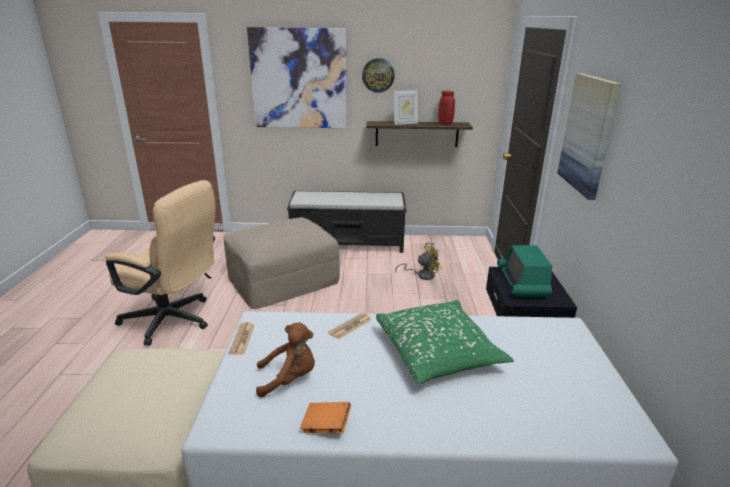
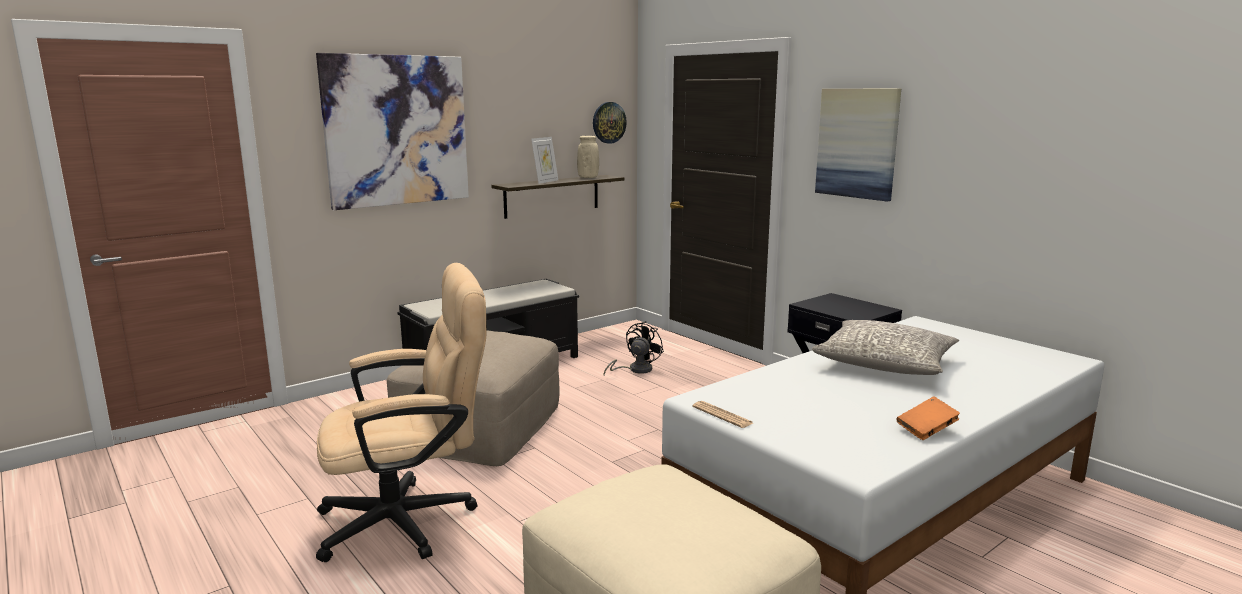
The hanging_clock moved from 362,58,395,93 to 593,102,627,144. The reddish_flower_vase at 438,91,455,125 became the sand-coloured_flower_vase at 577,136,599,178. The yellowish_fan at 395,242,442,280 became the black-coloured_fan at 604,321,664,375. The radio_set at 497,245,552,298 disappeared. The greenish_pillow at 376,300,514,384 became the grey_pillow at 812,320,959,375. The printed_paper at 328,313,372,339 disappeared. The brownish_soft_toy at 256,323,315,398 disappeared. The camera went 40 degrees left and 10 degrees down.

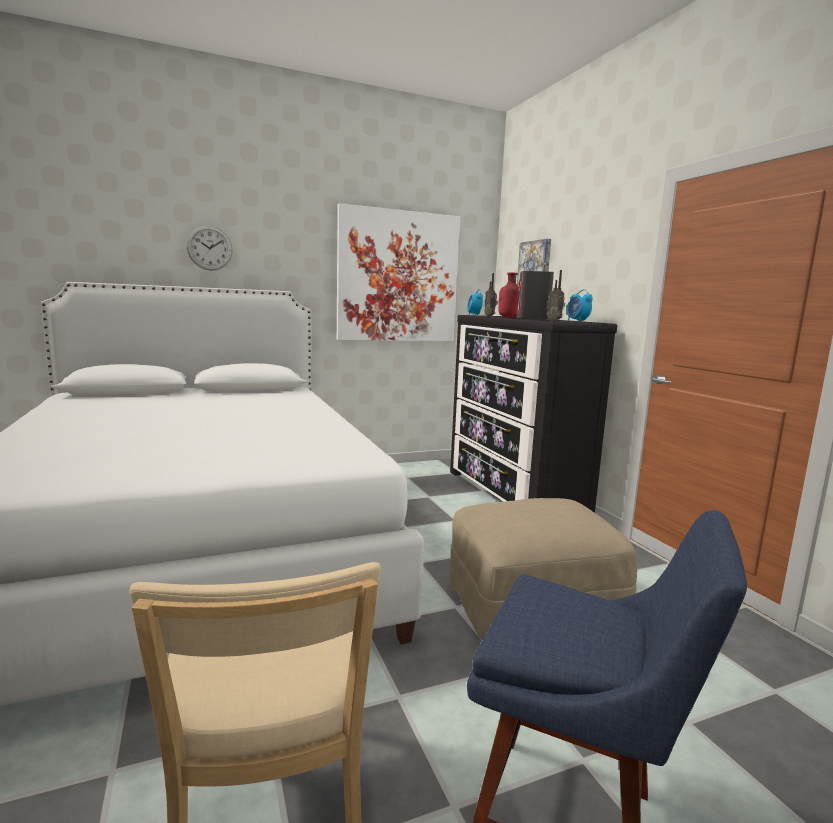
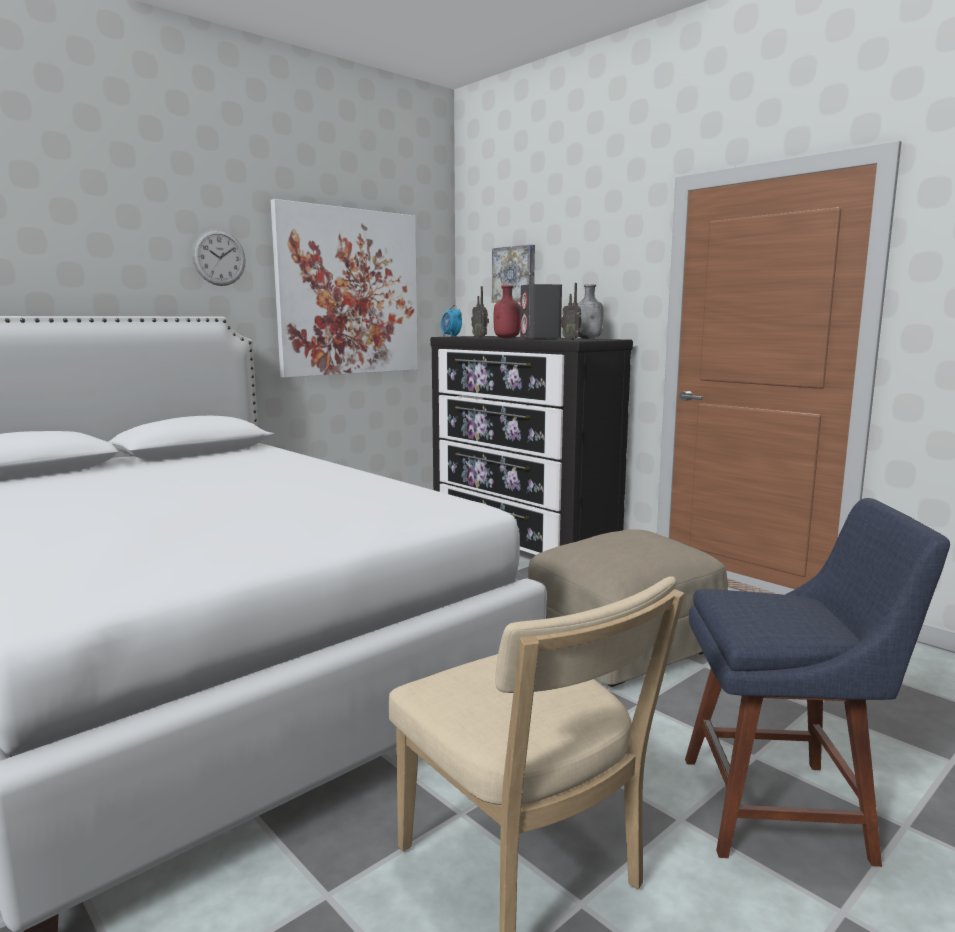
The hanging_clock moved from 187,226,233,271 to 192,229,246,286. The alarm_clock at 567,289,593,322 was replaced by the grey_drink_bottle at 577,284,603,339. The camera went 20 degrees left and 0 degrees up.

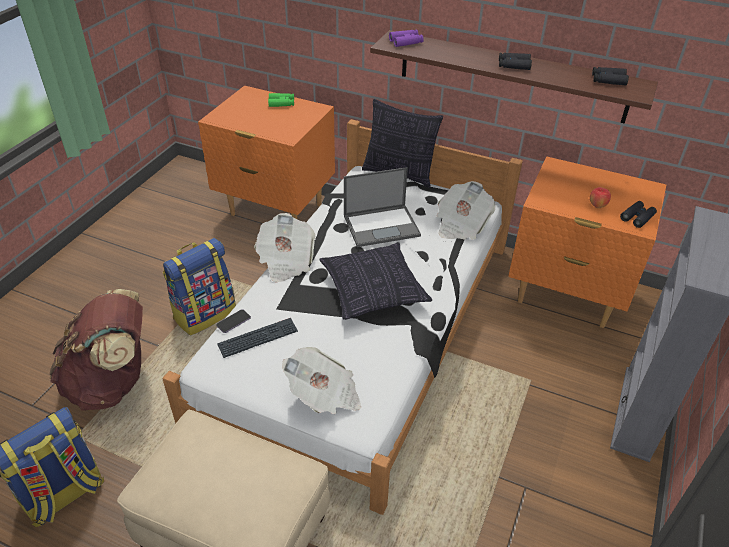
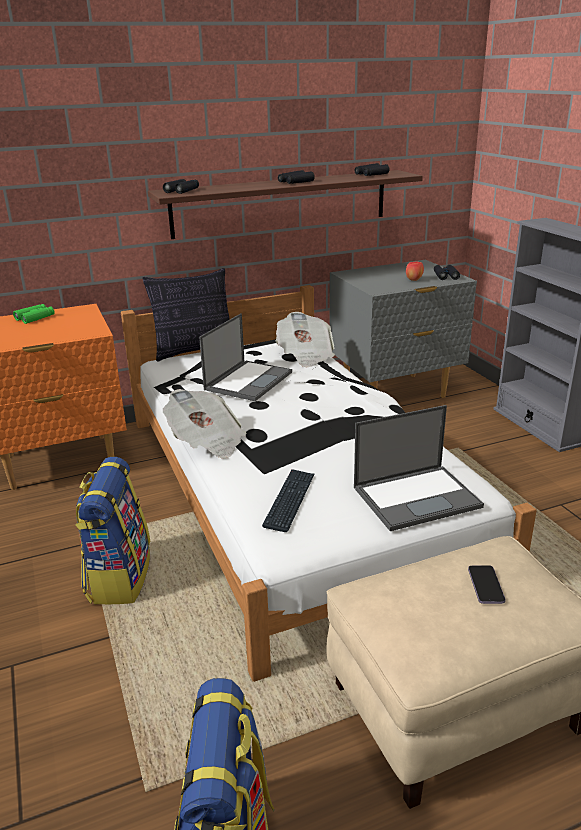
The purplish_pair_of_binoculars at 389,30,424,47 became the black-coloured_pair_of_binoculars at 163,179,199,194. The orangey_night_table at 508,156,666,328 became the grey_night_table at 329,260,477,398. The pillow at 319,242,432,320 disappeared. The brownish_rucksack at 50,289,143,411 disappeared. The phone moved from 216,309,251,333 to 468,565,506,604. The printed_paper at 282,347,361,414 was replaced by the notebook_computer at 354,405,484,531. The camera went 45 degrees left and 15 degrees down.

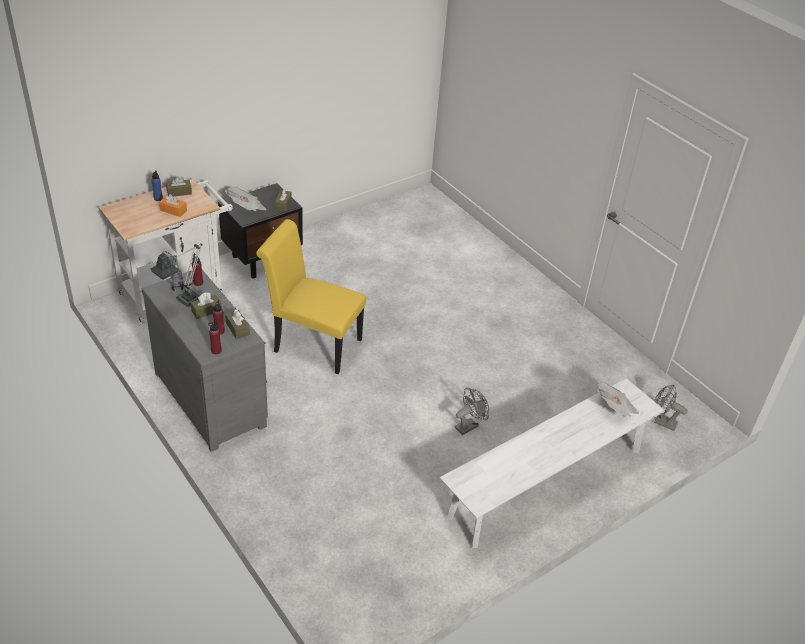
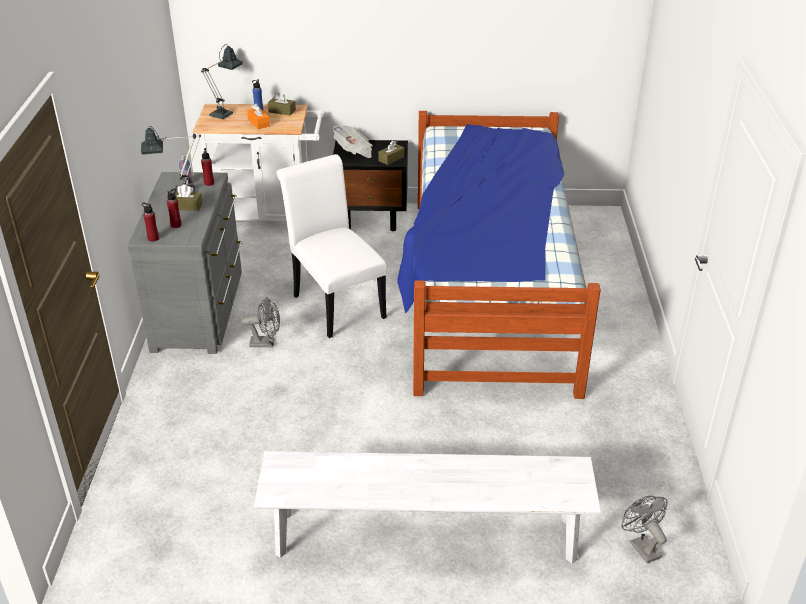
The yellowish_upright_chair at 256,219,367,374 became the white-coloured_upright_chair at 277,154,387,338. The brownish_box_of_tissues at 225,310,250,339 disappeared. The printed_paper at 597,382,639,417 disappeared. The grey_fan moved from 454,388,489,435 to 242,297,280,347. The table_lamp at 201,44,243,119 appeared. The bed at 397,111,601,399 appeared. The camera went 40 degrees right and 5 degrees down.

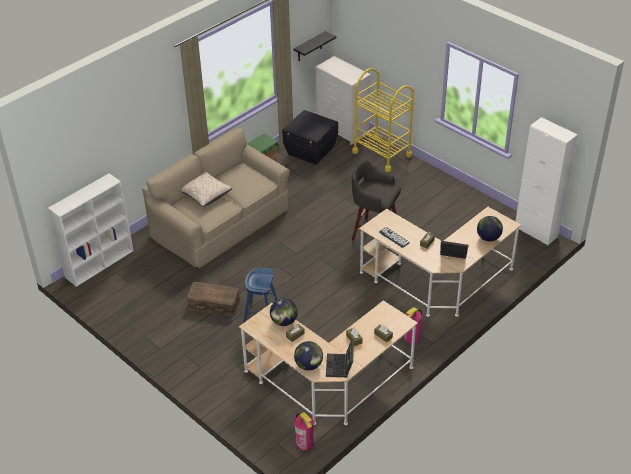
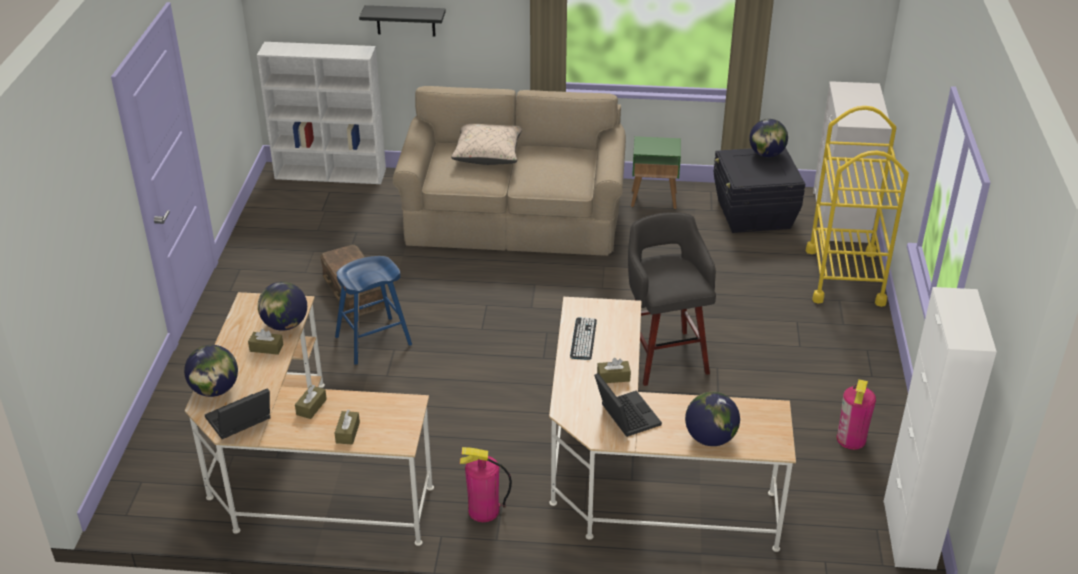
The black-coloured_shelf moved from 294,31,337,61 to 359,5,446,37. The fire-fighting_cylinder moved from 294,412,314,451 to 837,379,876,450. The desk_globe at 749,119,788,157 appeared. The camera went 50 degrees right and 5 degrees down.

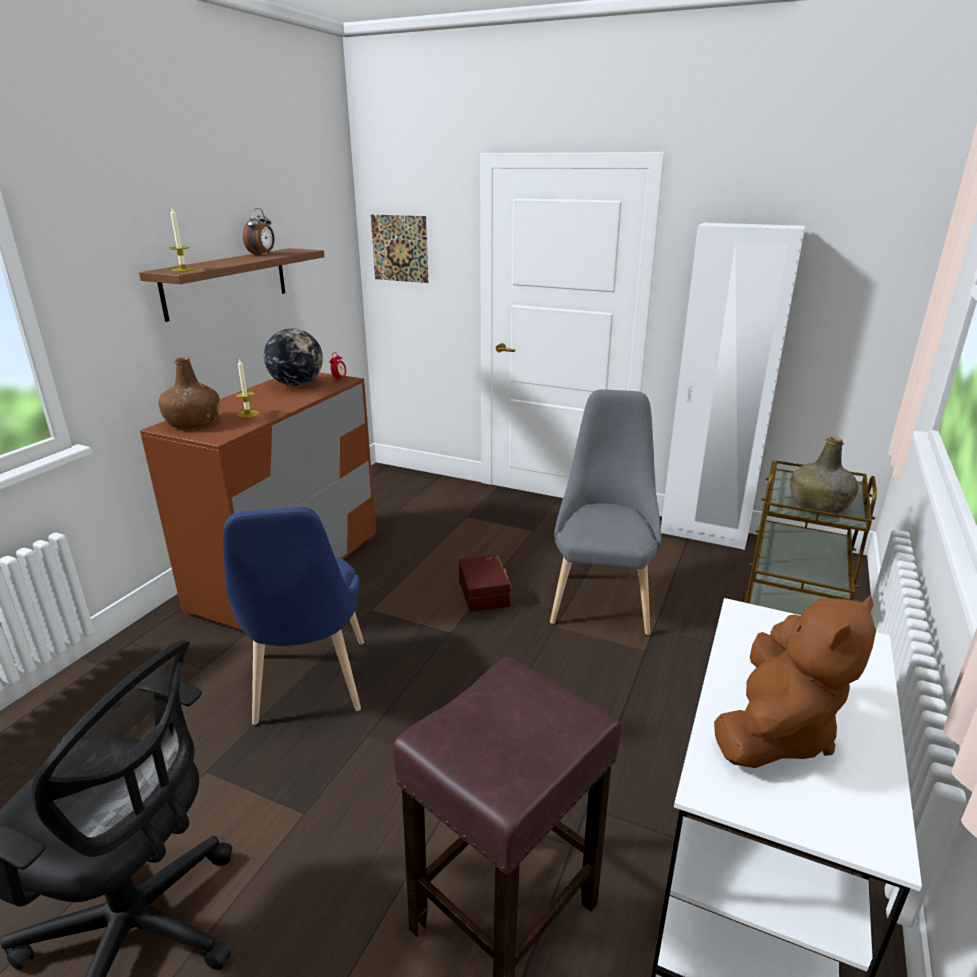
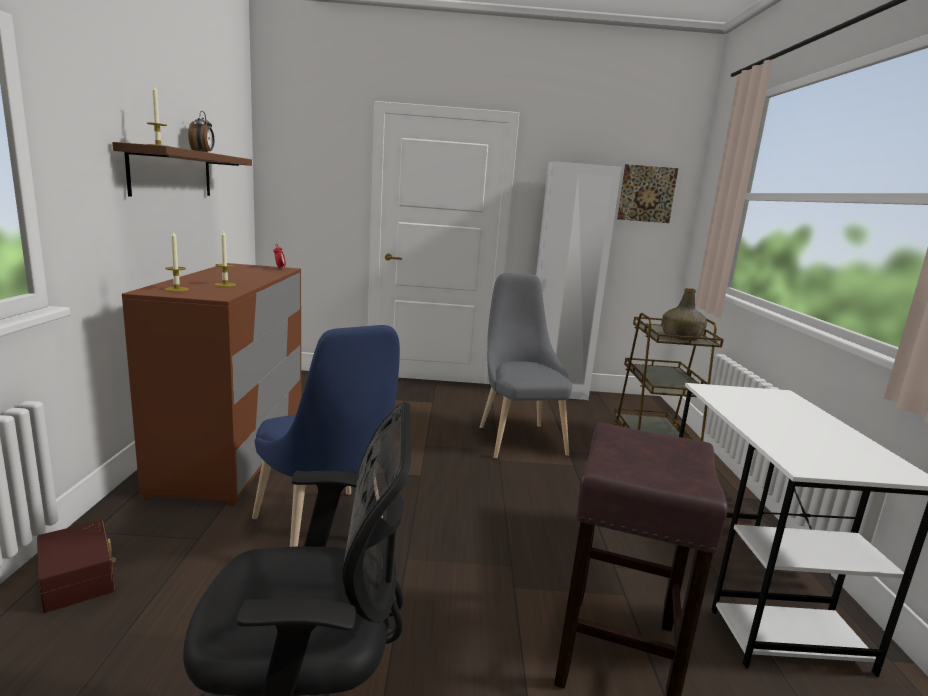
The picture moved from 371,214,428,283 to 617,164,678,223. The desk_globe at 264,328,323,386 disappeared. The brownish_drink_bottle at 158,357,220,429 was replaced by the wax_light at 165,231,189,292. The brownish_storage_box moved from 459,555,511,612 to 37,520,116,613. The brownish_soft_toy at 714,595,876,768 disappeared. The camera went 25 degrees left and 10 degrees down.

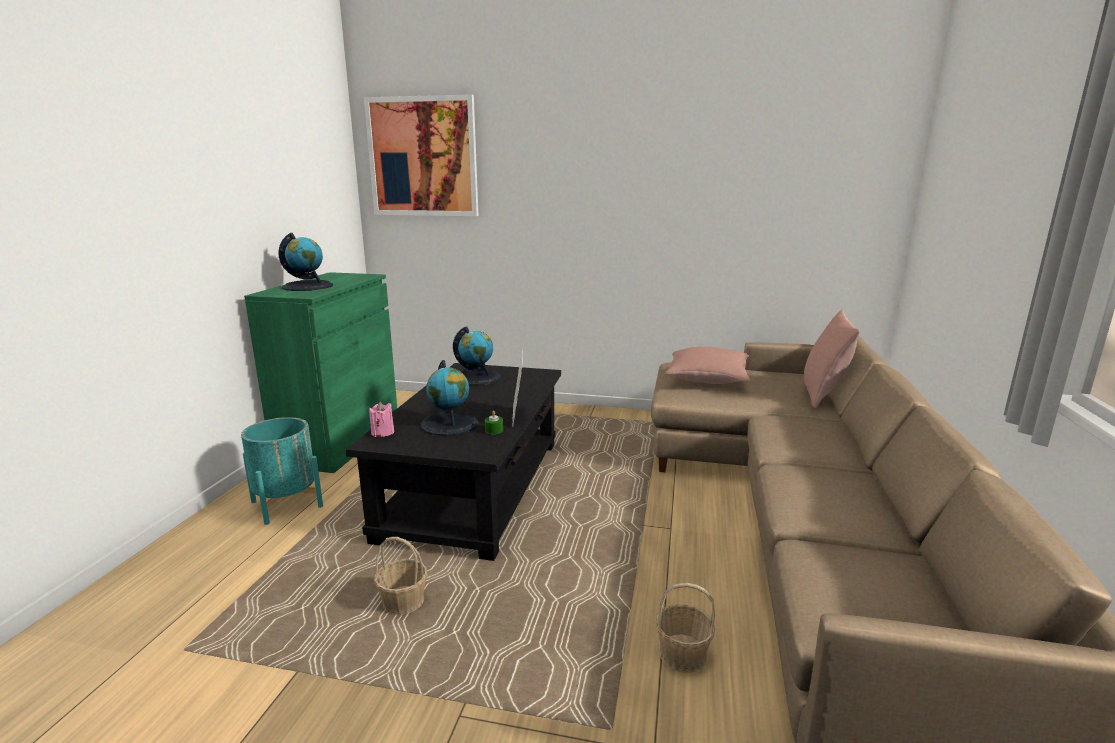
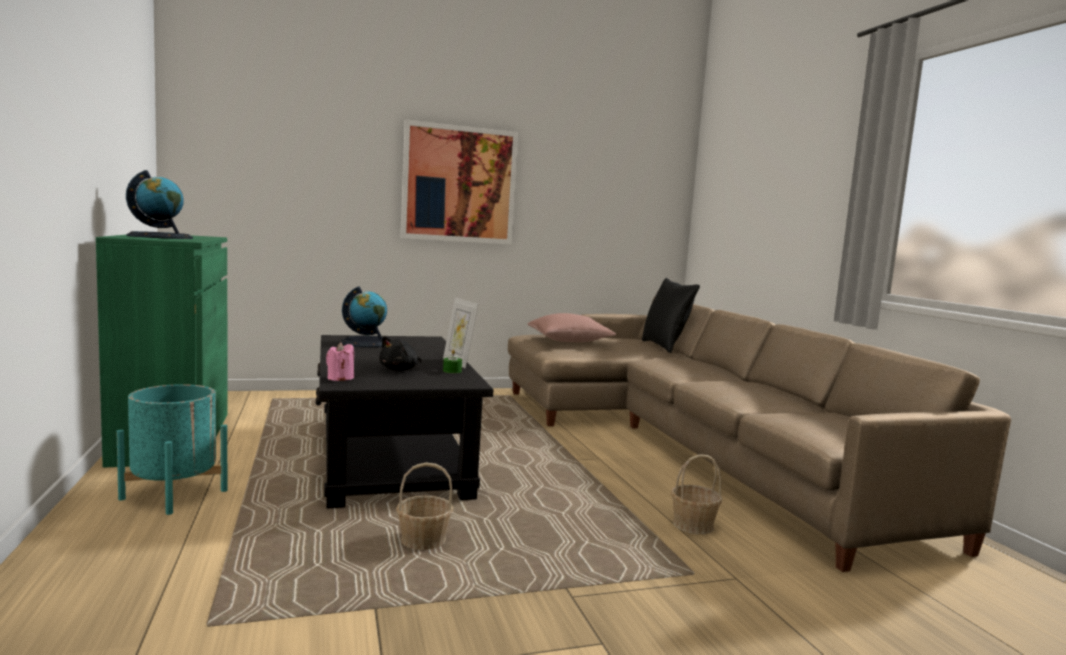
The picture moved from 364,94,479,216 to 401,120,518,244. The pink-coloured_pillow at 804,310,860,408 became the black-coloured_pillow at 642,278,700,353. The desk_globe at 421,360,479,436 was replaced by the black-coloured_soft_toy at 379,336,422,371. The camera went 30 degrees left and 10 degrees down.

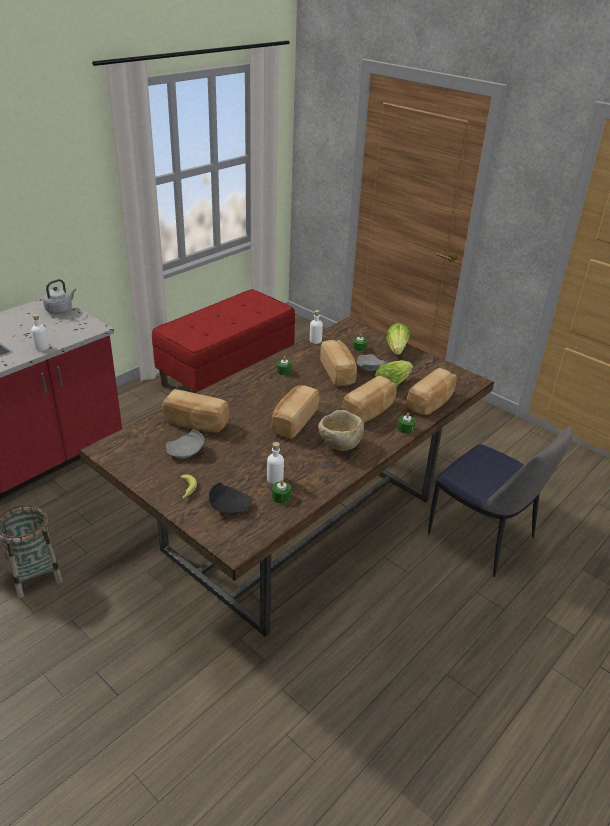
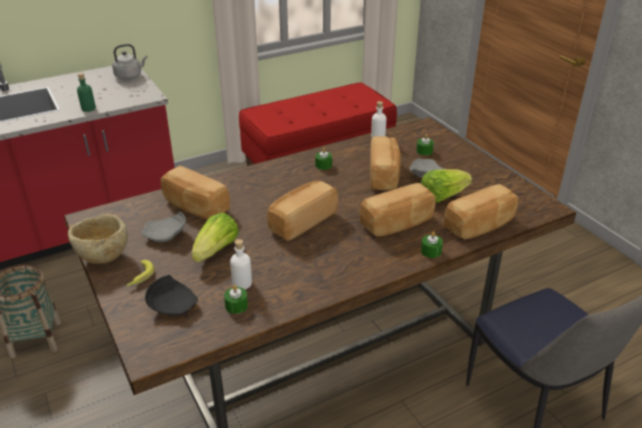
The white-coloured_drink_bottle at 31,314,49,351 became the greenish_drink_bottle at 77,73,96,112. The lettuce_head moved from 386,323,410,355 to 191,213,239,262. The sand-coloured_serving_bowl moved from 318,410,364,451 to 67,214,128,264. The camera went 20 degrees right and 0 degrees up.

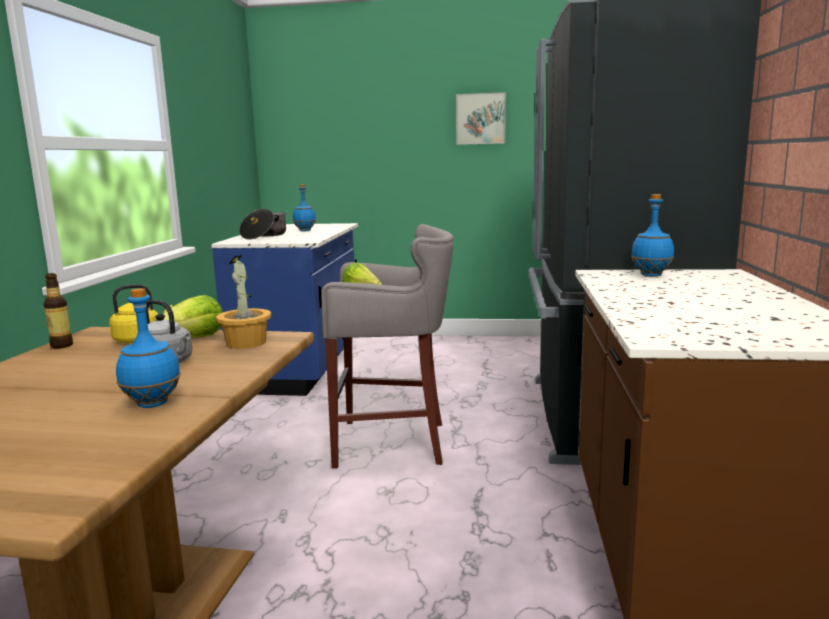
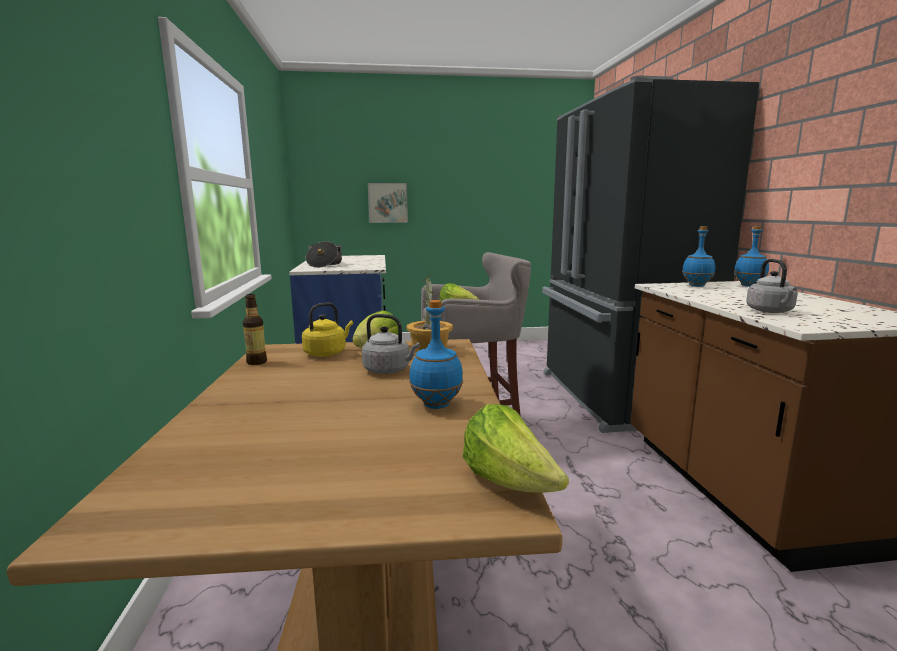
The picture moved from 456,92,506,145 to 368,183,408,223. The blue_drink_bottle moved from 293,184,316,231 to 734,226,769,287. The grey_tea_kettle at 746,259,798,313 appeared. The lettuce_head at 463,404,569,493 appeared. The camera went 15 degrees left and 0 degrees up.

